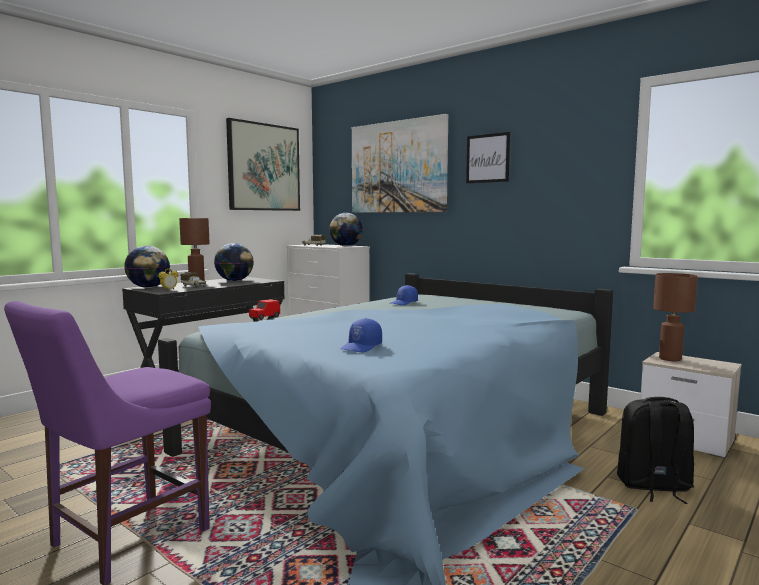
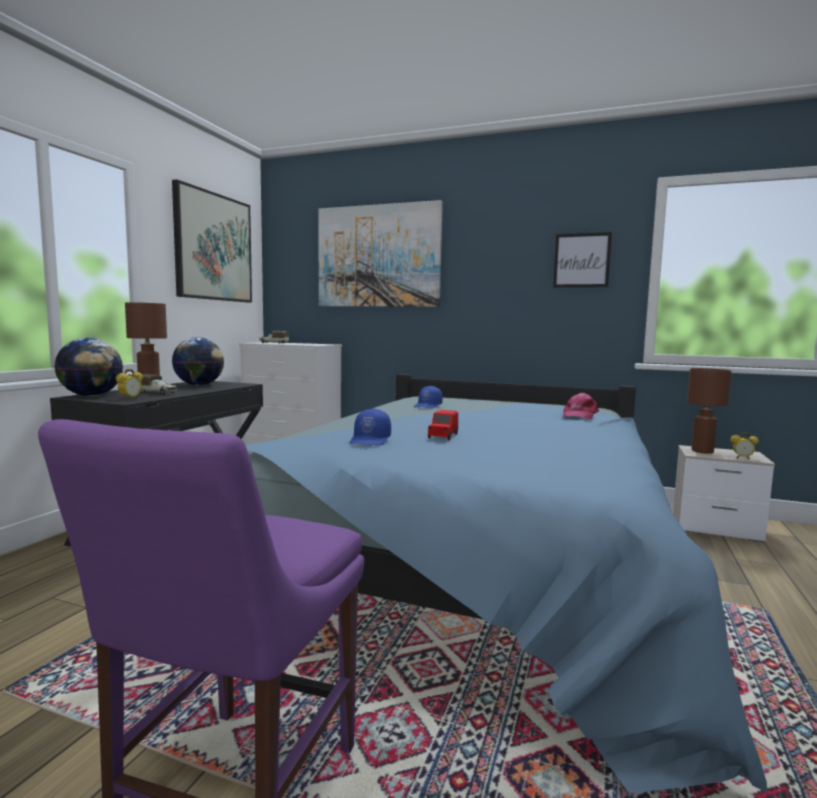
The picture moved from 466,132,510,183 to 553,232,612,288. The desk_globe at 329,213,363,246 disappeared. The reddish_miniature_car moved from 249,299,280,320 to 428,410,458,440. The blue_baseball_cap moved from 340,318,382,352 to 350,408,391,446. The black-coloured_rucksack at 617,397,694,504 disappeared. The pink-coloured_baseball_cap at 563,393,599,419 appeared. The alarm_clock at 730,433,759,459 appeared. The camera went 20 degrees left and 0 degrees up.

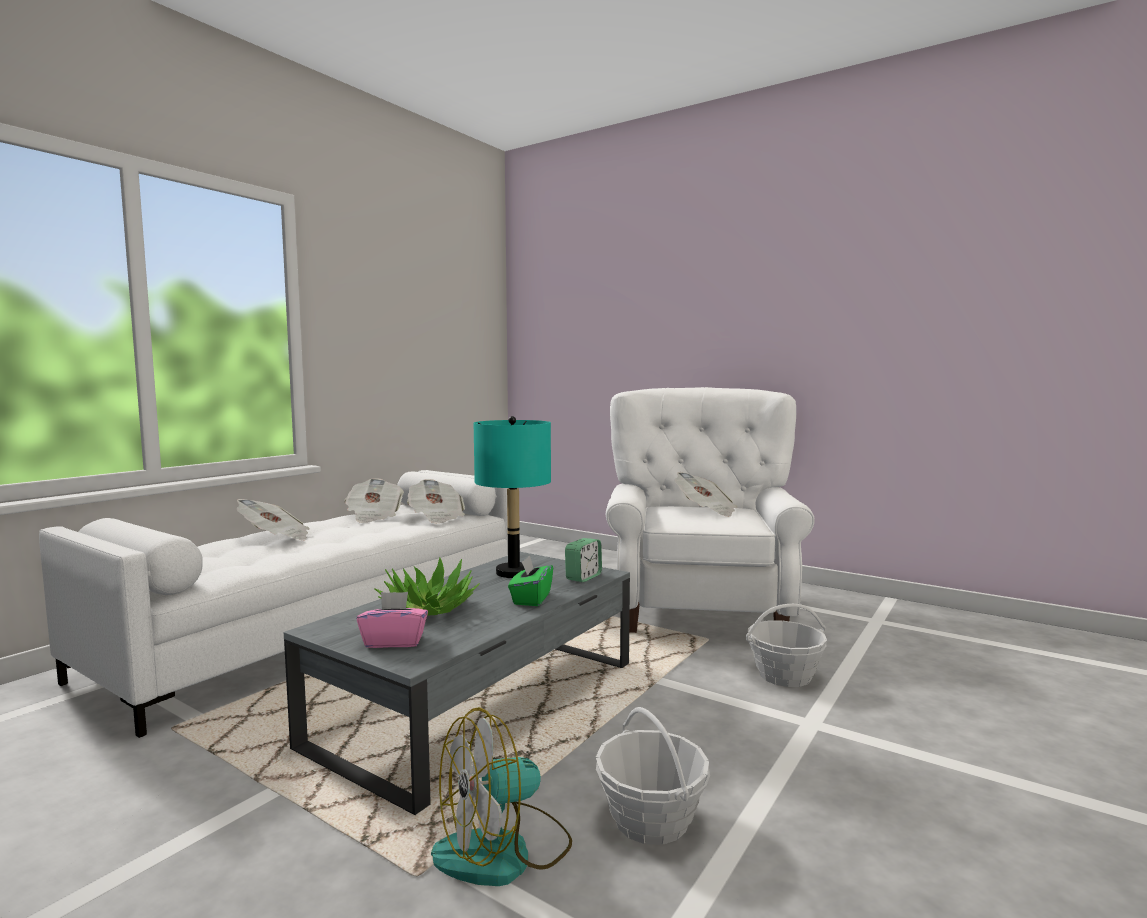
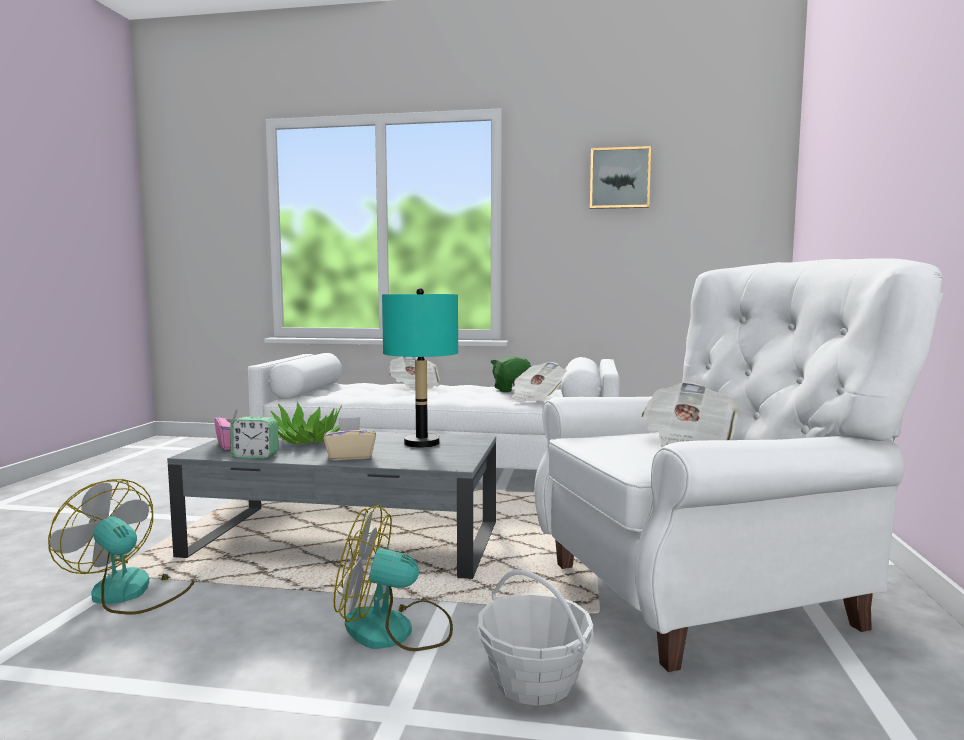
The printed_paper at 344,478,404,523 was replaced by the greenish_soft_toy at 491,356,531,392. The alarm_clock moved from 565,538,602,582 to 230,417,279,459. The greenish_box_of_tissues at 508,556,553,606 became the sand-coloured_box_of_tissues at 323,417,376,461. The storage_basket at 596,707,710,845 disappeared. The picture at 590,146,651,209 appeared. The fan at 334,505,453,651 appeared. The camera went 65 degrees right and 0 degrees up.

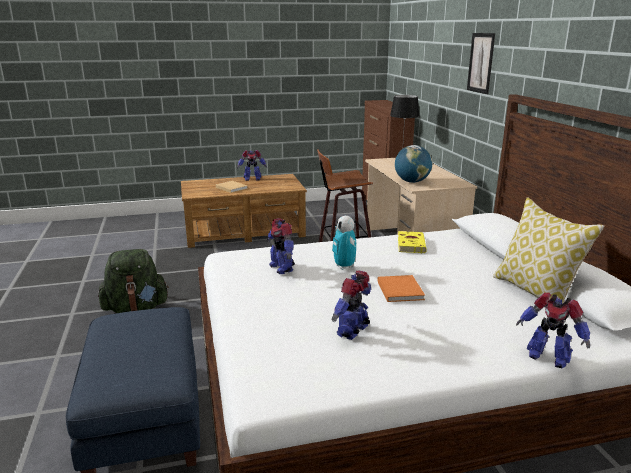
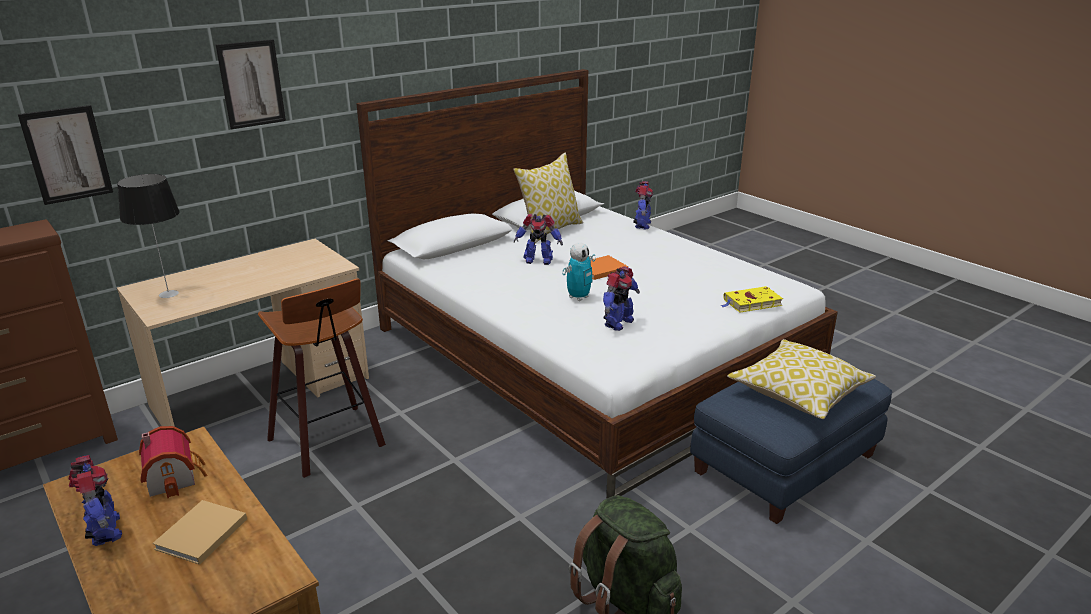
The desk_globe at 395,145,432,183 disappeared. The yellowish_book moved from 398,231,427,253 to 720,286,783,313. The model_robot moved from 332,270,371,340 to 514,214,563,265. The picture at 18,105,113,205 appeared. The pillow at 727,339,876,419 appeared. The model_house at 139,426,207,498 appeared. The camera went 115 degrees left and 5 degrees up.

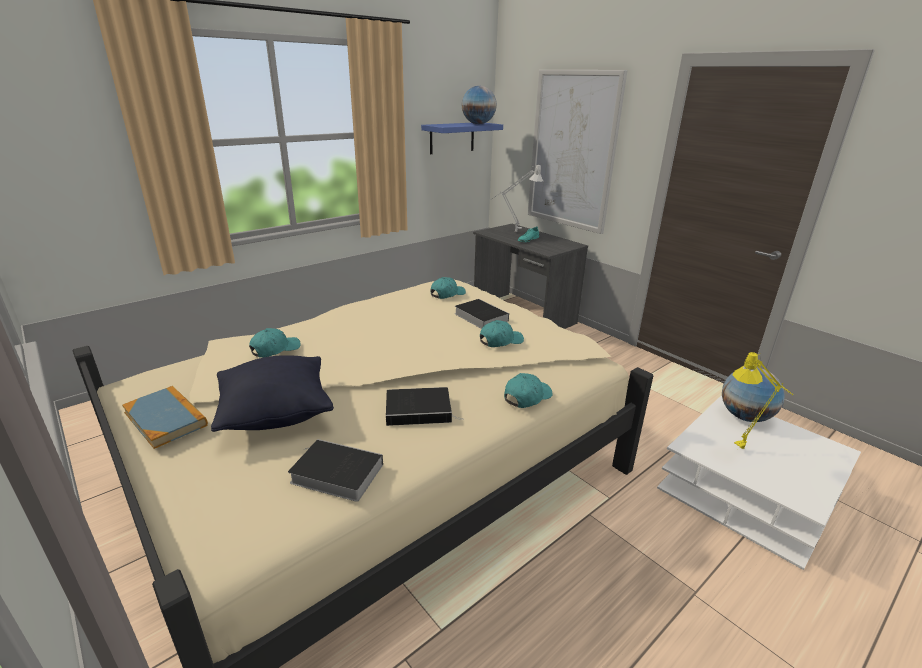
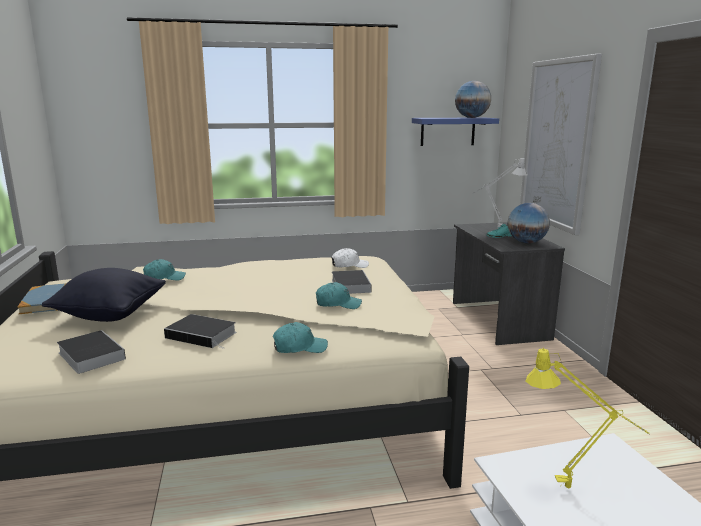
The turquoise_baseball_cap at 430,277,466,299 became the white-coloured_baseball_cap at 332,248,369,268. The desk_globe moved from 722,367,785,422 to 508,203,550,243. The camera went 30 degrees right and 10 degrees down.

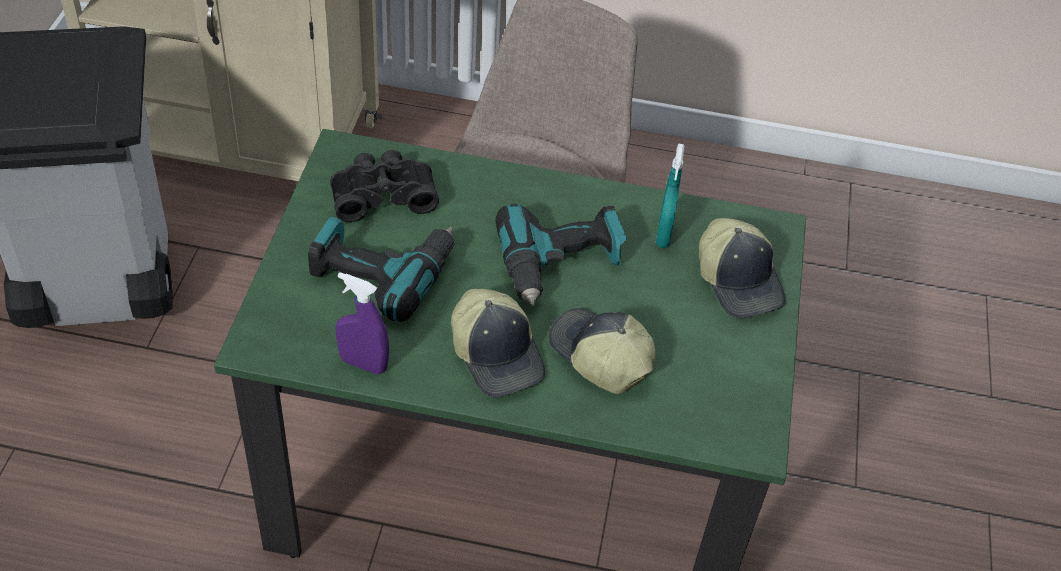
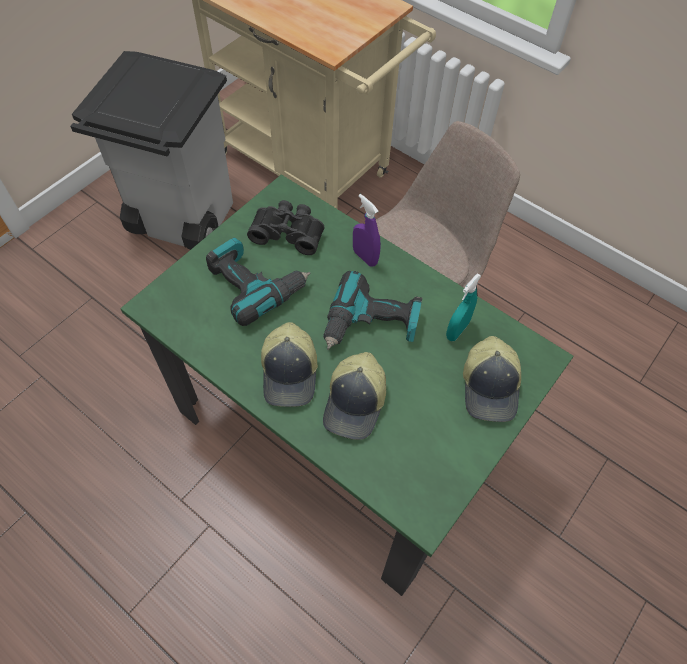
The purplish_hand_sprayer moved from 336,272,389,374 to 353,194,381,267. The baseball_cap at 549,308,655,394 turned 150 degrees counterclockwise. The camera went 30 degrees right and 10 degrees up.

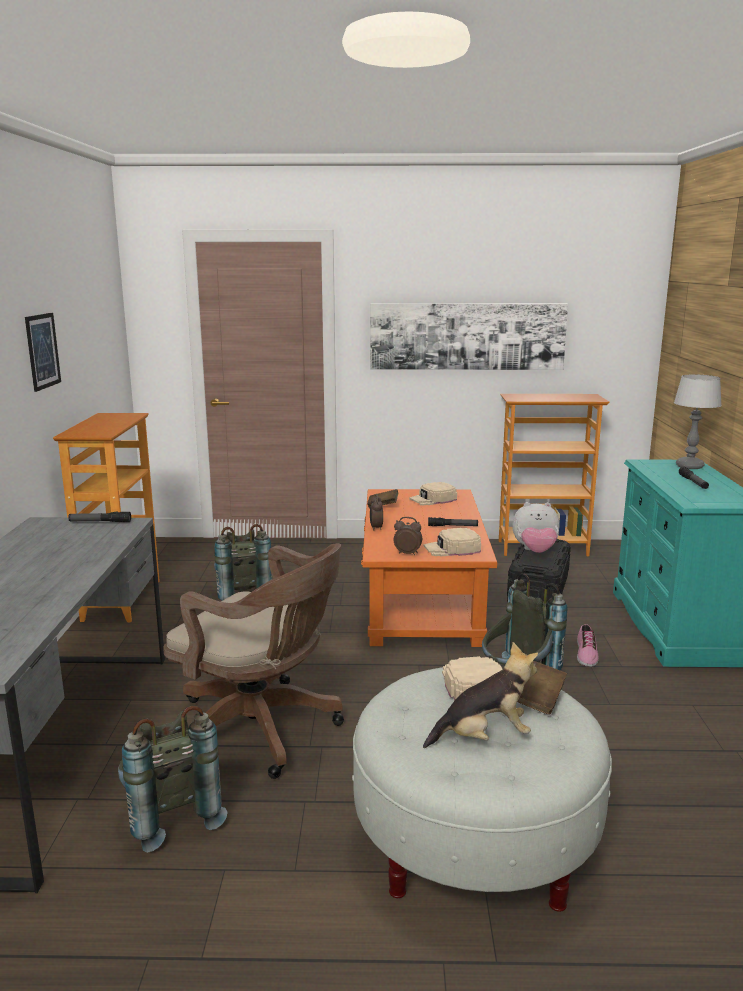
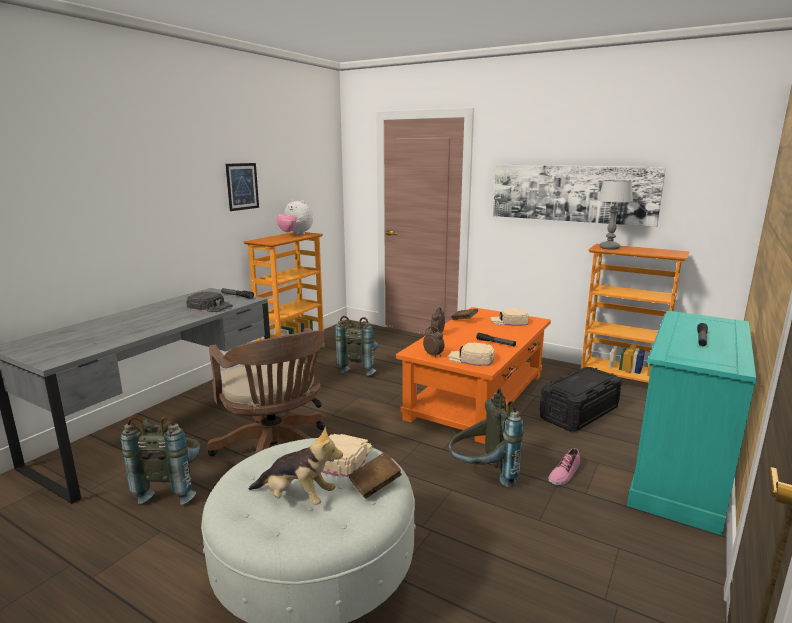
The table_lamp moved from 674,374,722,469 to 598,180,633,250. The soft_toy moved from 512,502,560,553 to 276,199,313,235. The black-coloured_baseball_cap at 186,291,233,312 appeared. The camera went 30 degrees right and 0 degrees up.

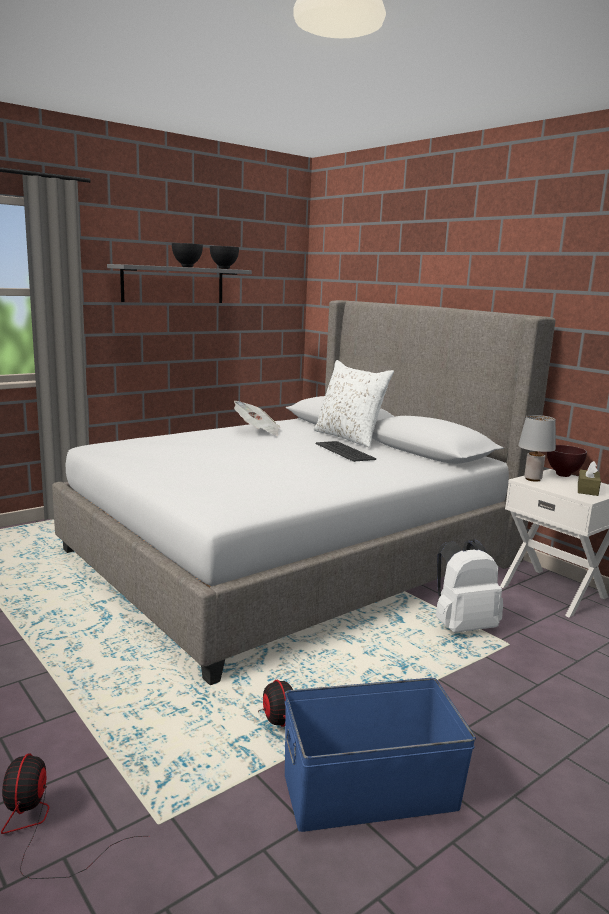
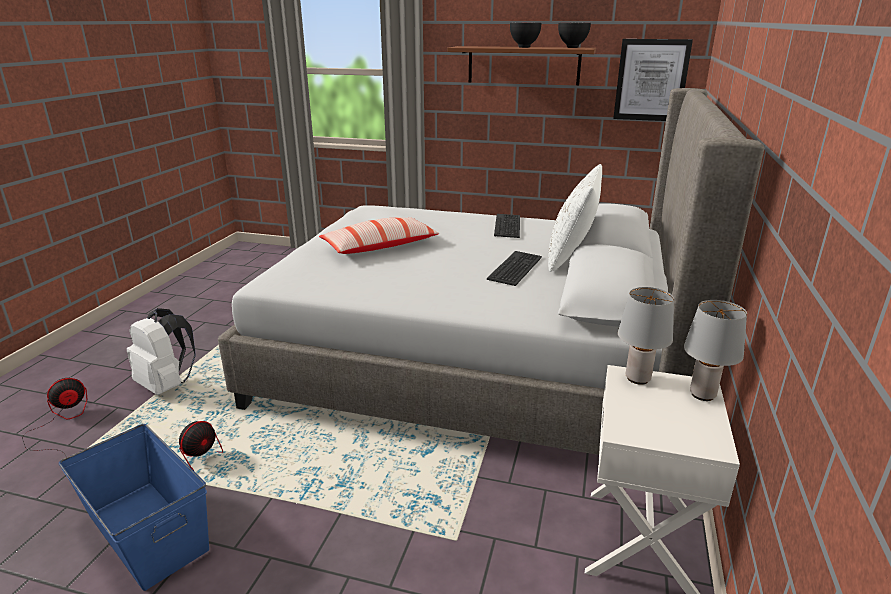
The grey_shelf at 107,264,252,303 became the brownish_shelf at 448,46,596,85. The printed_paper at 234,401,280,435 was replaced by the keyboard at 494,214,520,238. The brownish_serving_bowl at 547,445,587,477 was replaced by the grey_table_lamp at 684,300,747,401. The brownish_box_of_tissues at 578,461,601,496 disappeared. The white-coloured_rucksack moved from 436,539,503,633 to 127,308,196,395. The picture at 613,39,693,121 appeared. The pillow at 319,218,439,254 appeared. The camera went 55 degrees right and 10 degrees up.

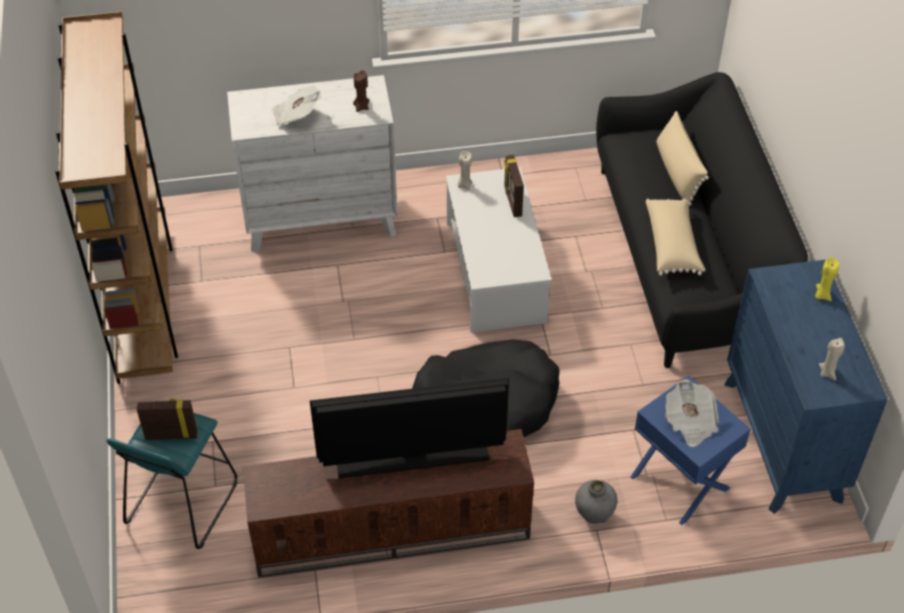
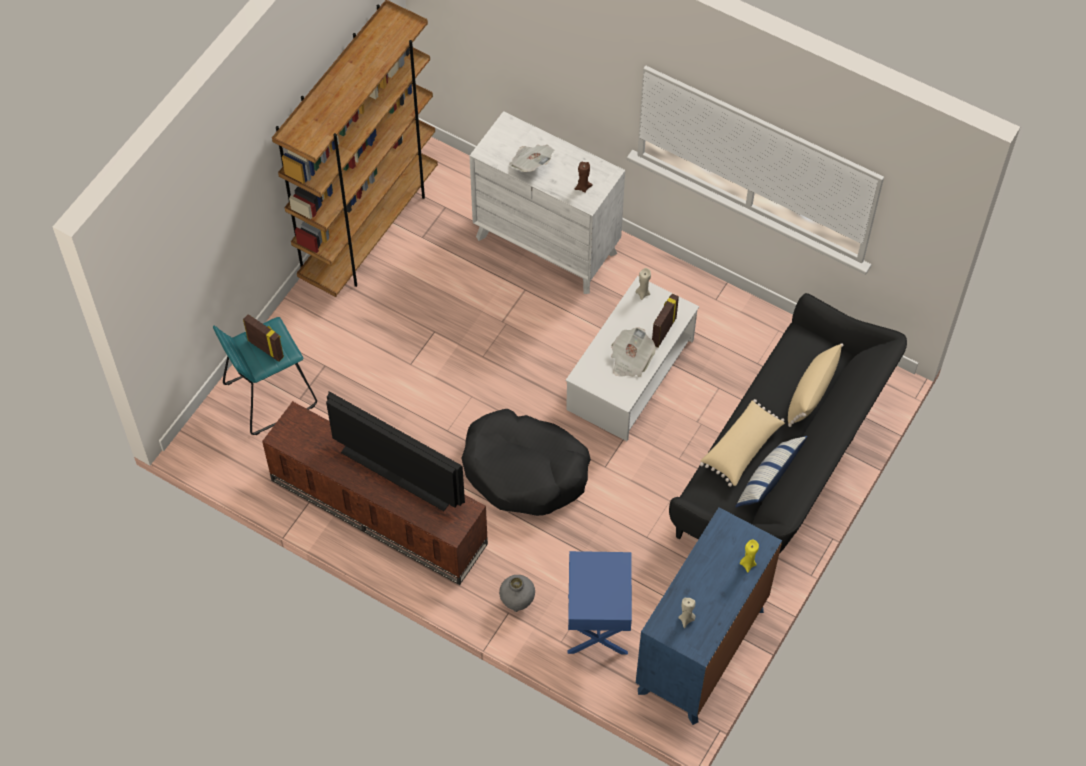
The printed_paper moved from 665,379,718,447 to 611,327,656,377. The pillow at 735,436,807,508 appeared. The camera went 40 degrees right and 10 degrees up.

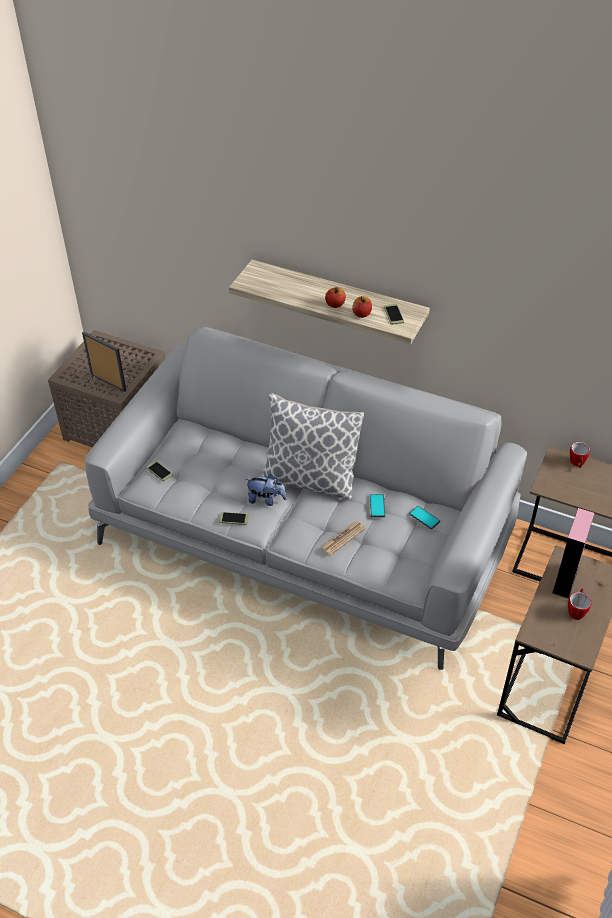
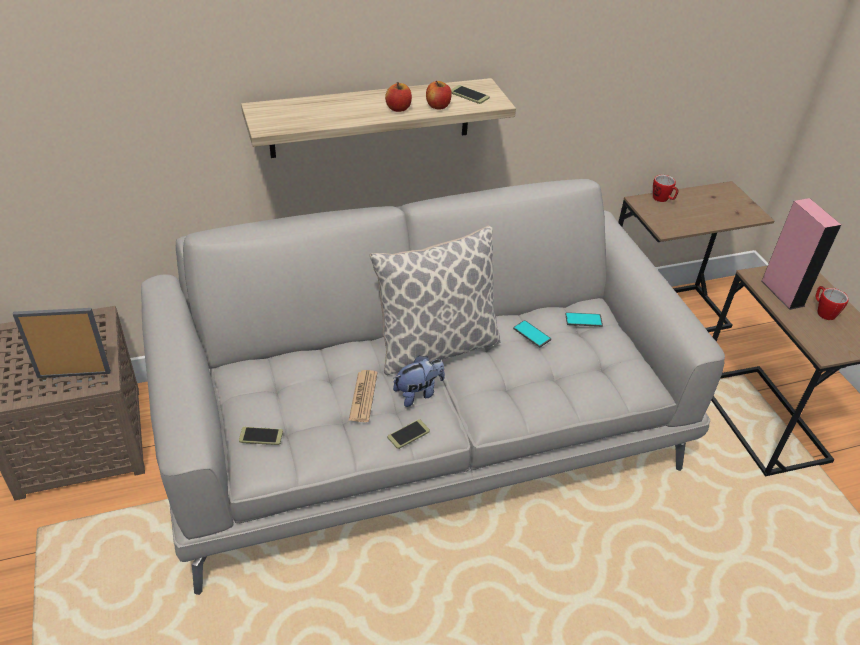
The printed_paper moved from 320,521,366,556 to 349,370,377,422. The camera went 45 degrees left and 5 degrees down.

